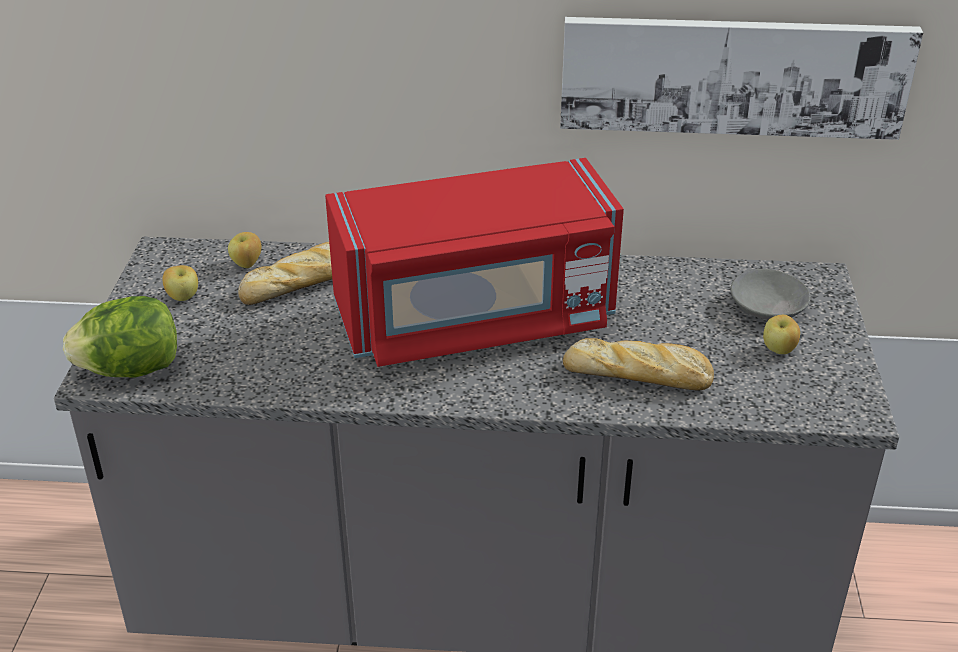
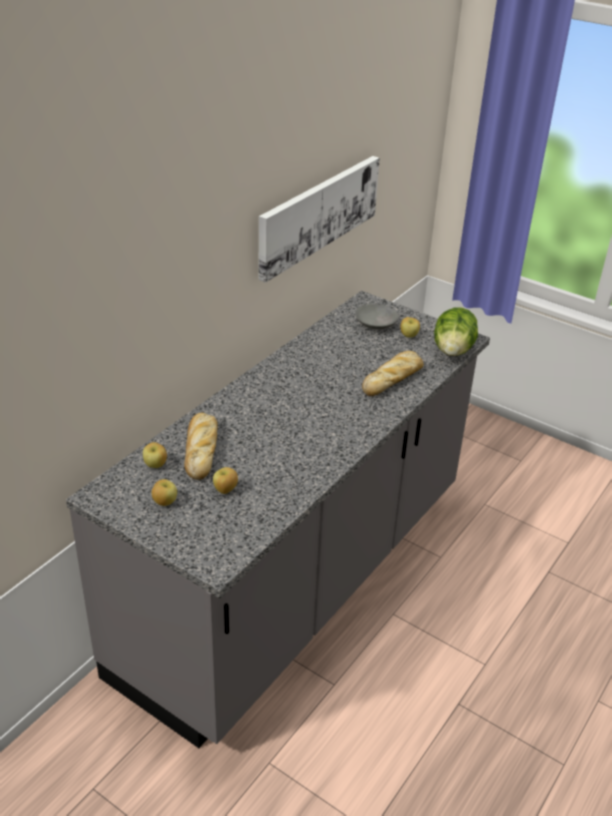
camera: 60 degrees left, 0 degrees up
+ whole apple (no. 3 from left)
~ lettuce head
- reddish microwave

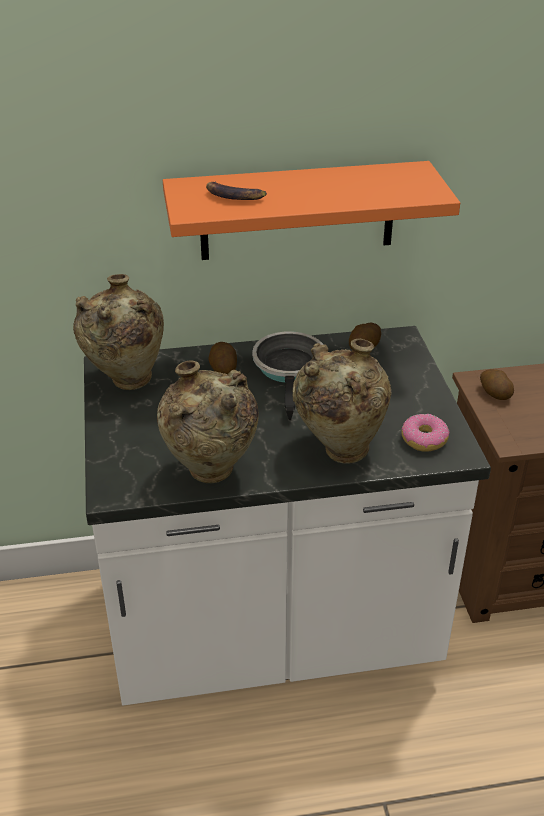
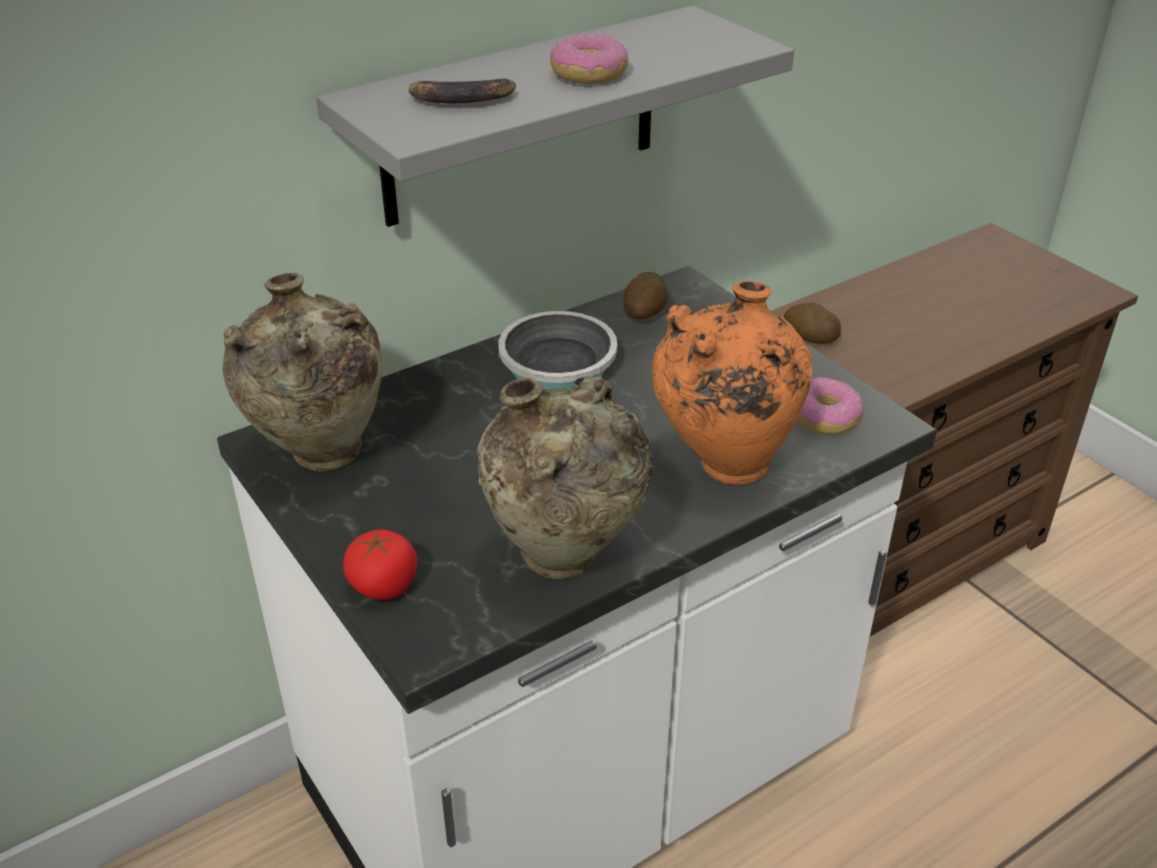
camera: 25 degrees left, 0 degrees up
~ orangey wall shelf to greyish wall shelf
+ whole tomato
+ ring doughnut (no. 1 from left)
~ beige-coloured flower vase (no. 3 from left) to orangey flower vase
- potato (no. 1 from left)

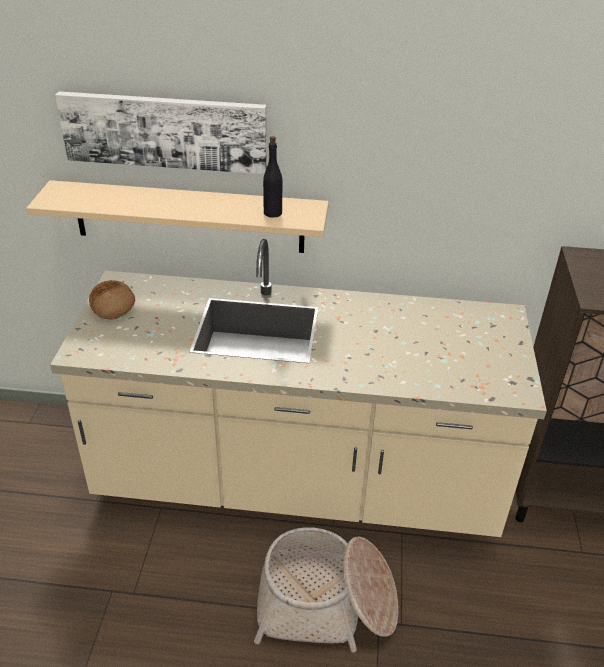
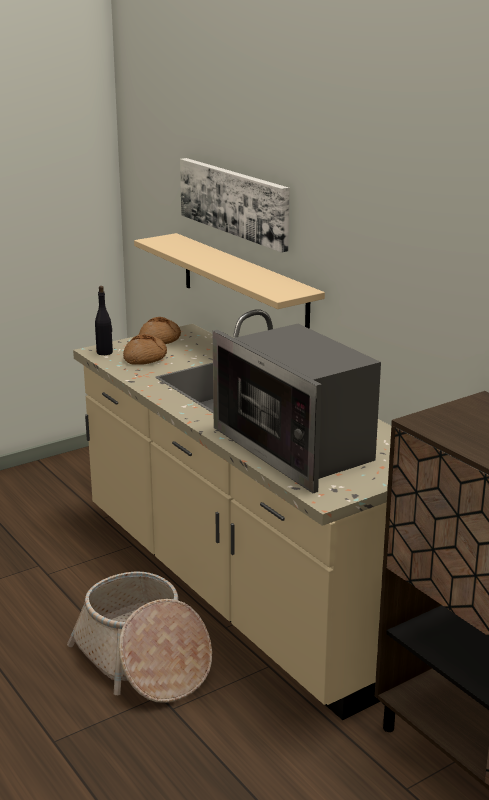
camera: 50 degrees right, 15 degrees down
~ black-coloured bottle
+ baked bread (no. 1 from left)
+ microwave

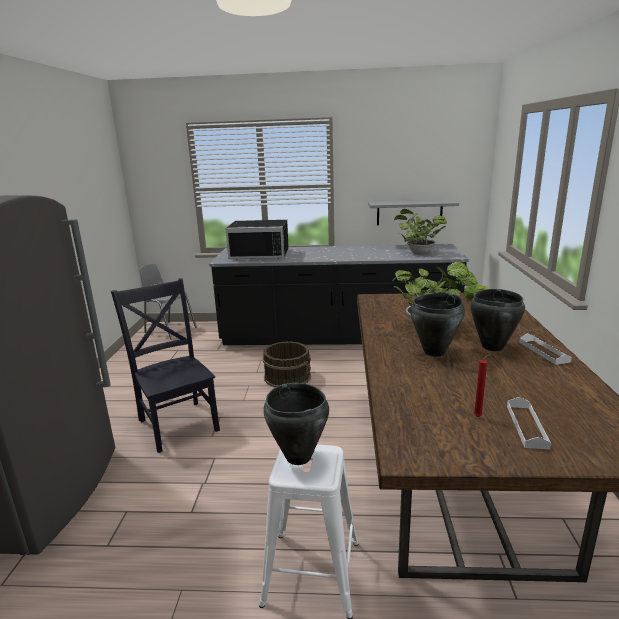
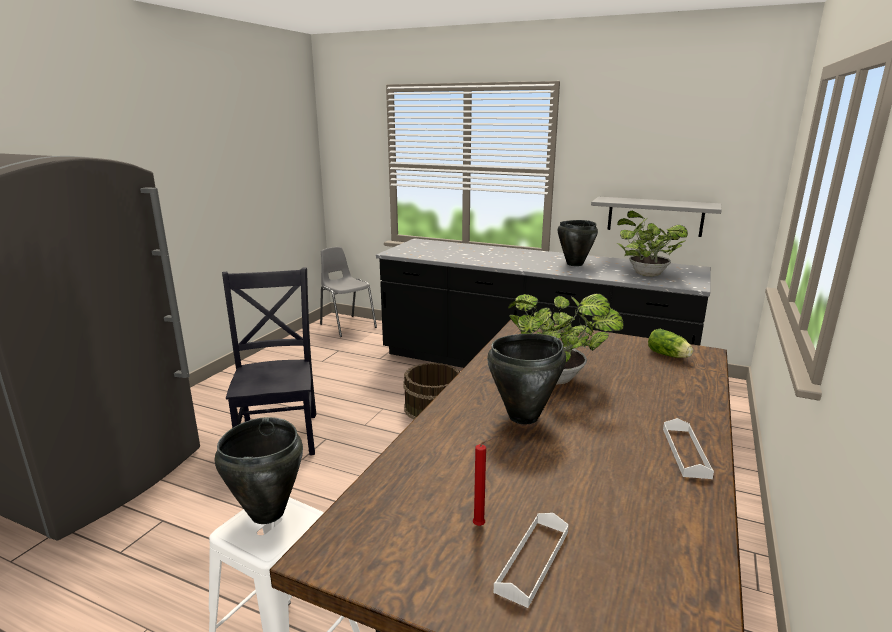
camera: 20 degrees right, 0 degrees up
~ black-coloured stockpot (no. 3 from left)
- black-coloured microwave

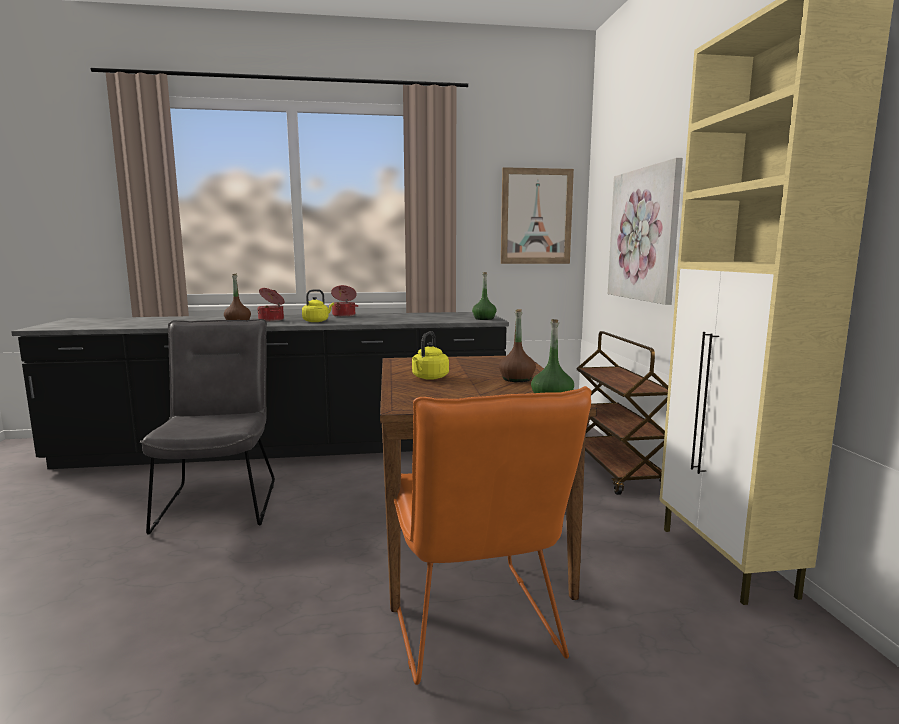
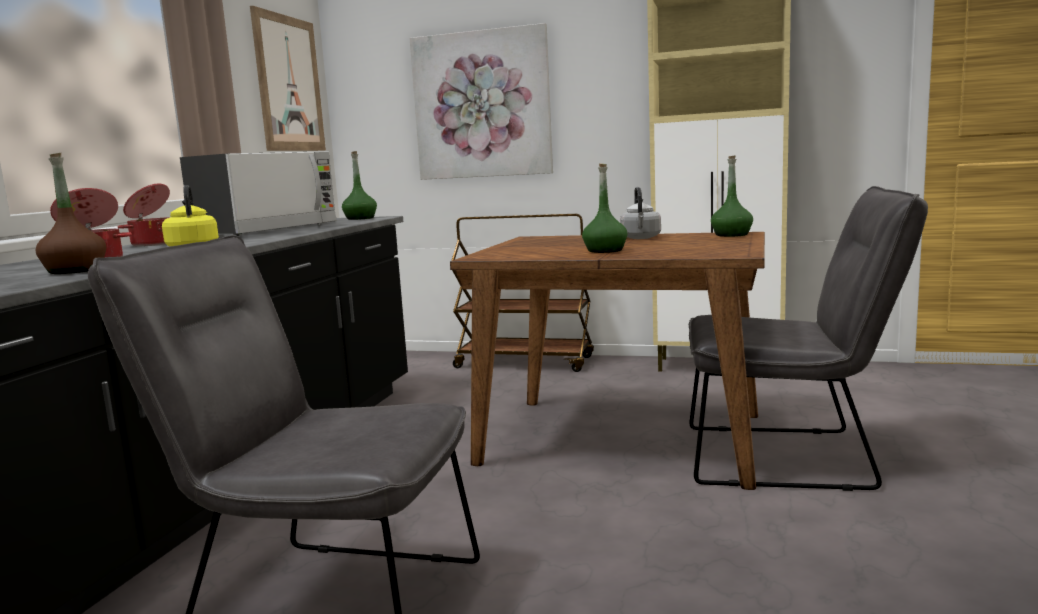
camera: 65 degrees left, 0 degrees up
+ microwave
~ yellow-coloured tea kettle (no. 2 from left) to green bottle (no. 2 from left)
~ brown-coloured bottle (no. 2 from left) to greyish tea kettle
~ orangey chair to greyish chair (no. 2 from left)

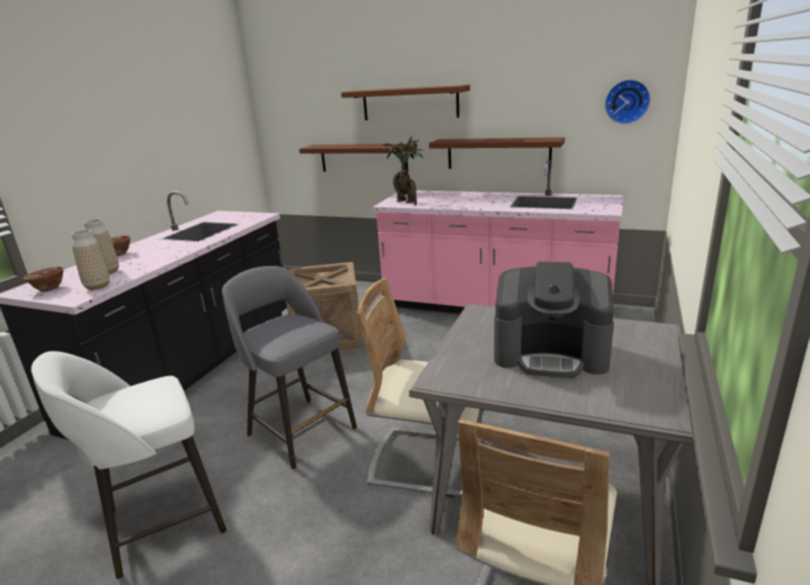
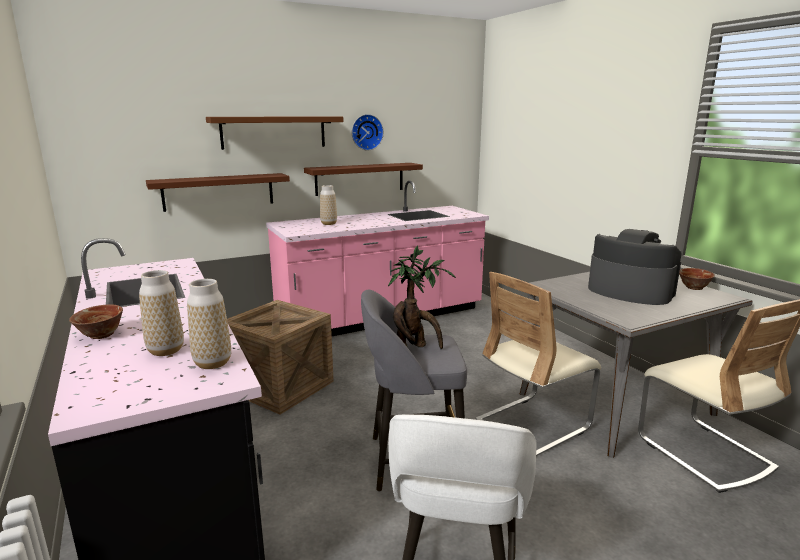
camera: 50 degrees left, 5 degrees down
+ flower vase (no. 3 from left)
~ hanging clock
~ potted plant
~ coffee brewer 105 degrees counterclockwise
~ bowl (no. 1 from left in the first image) to bowl (no. 2 from left)

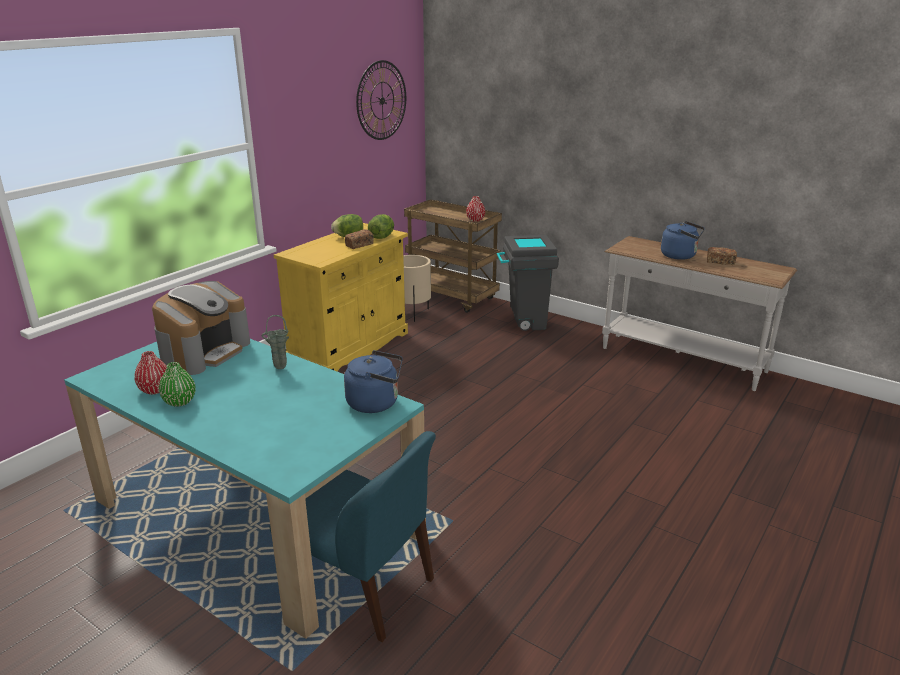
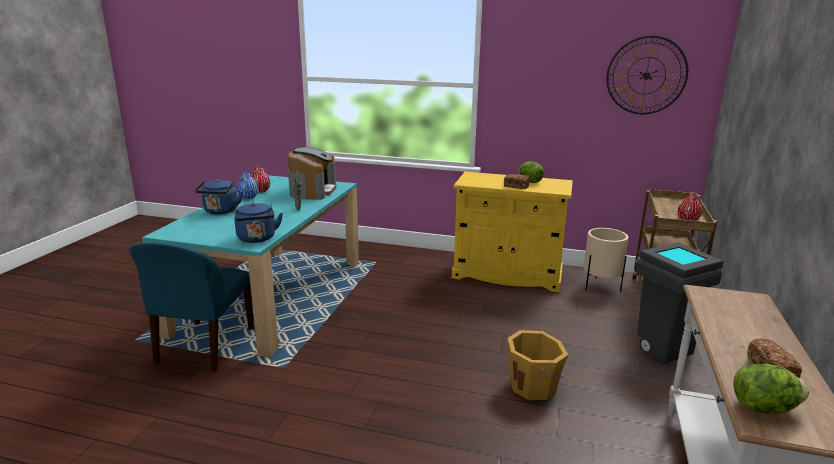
camera: 70 degrees right, 5 degrees down
~ blue-coloured tea kettle (no. 2 from left in the first image) to blue-coloured tea kettle (no. 1 from left)
~ green flower vase (no. 1 from left) to blue-coloured flower vase
~ coffee brewer 90 degrees counterclockwise
+ orangey pail
~ lettuce head (no. 2 from left)

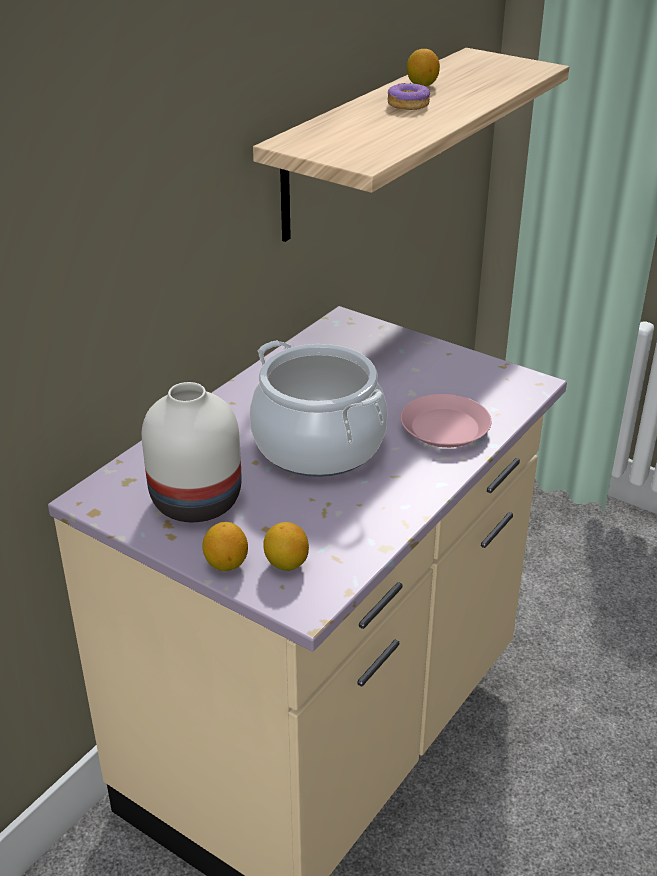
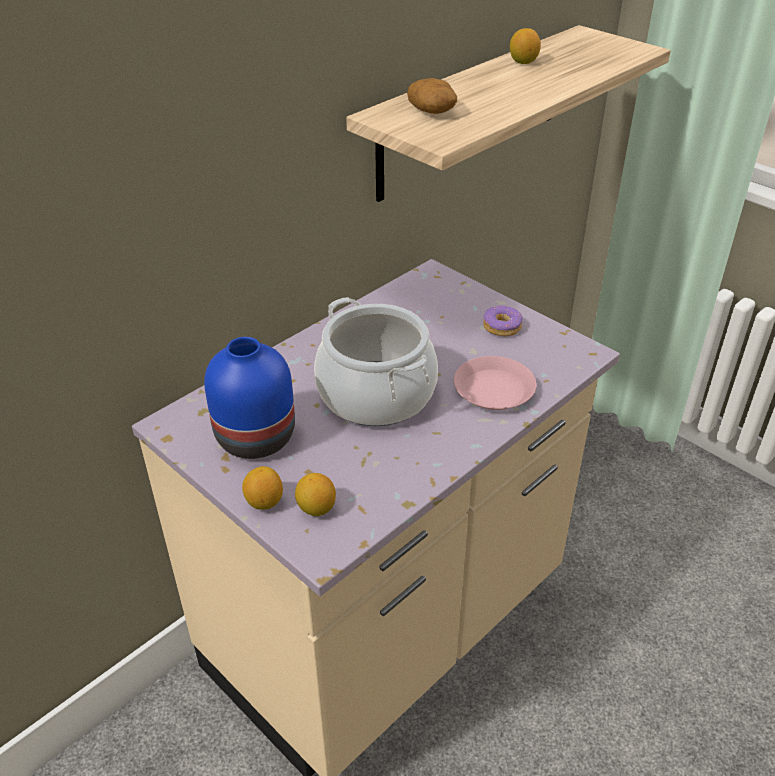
camera: 10 degrees right, 5 degrees up
~ whitish flower vase to blue-coloured flower vase
+ potato
~ ring doughnut

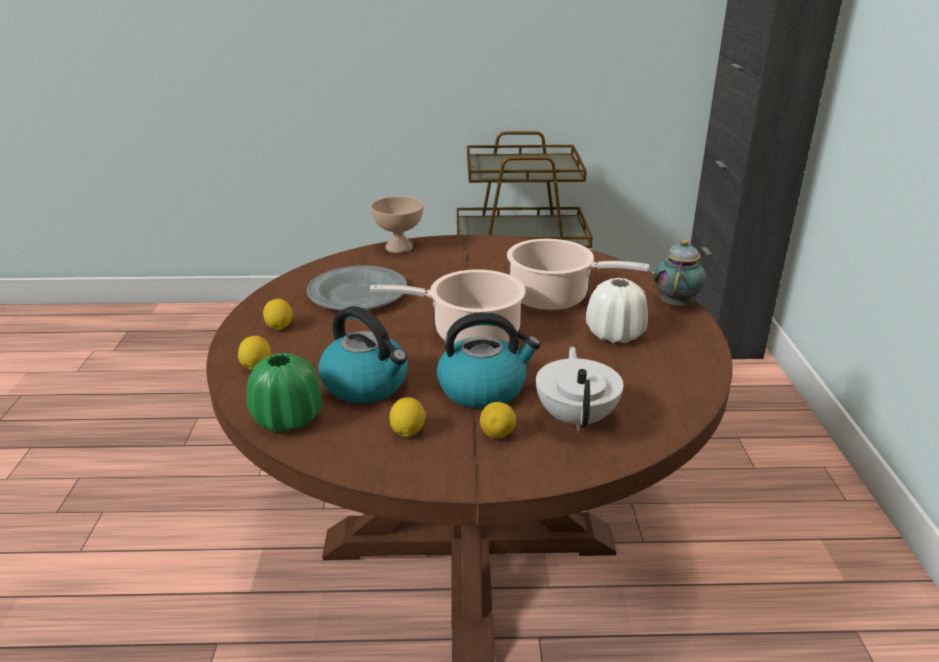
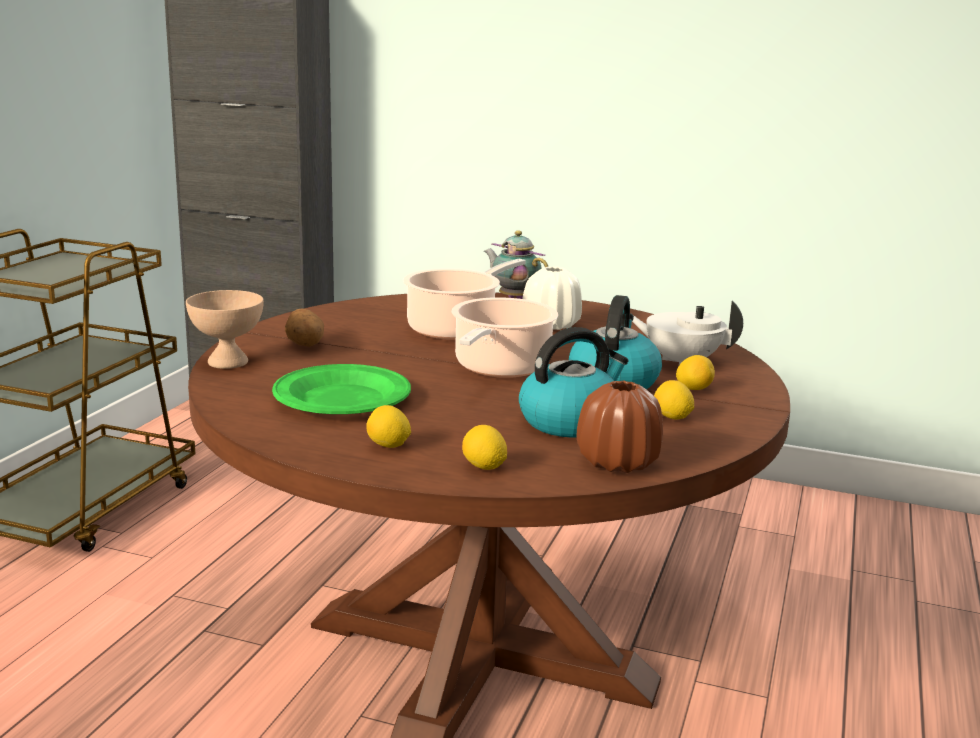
camera: 70 degrees left, 10 degrees down
~ greyish plate to green plate
+ potato
~ green flower vase to brown-coloured flower vase

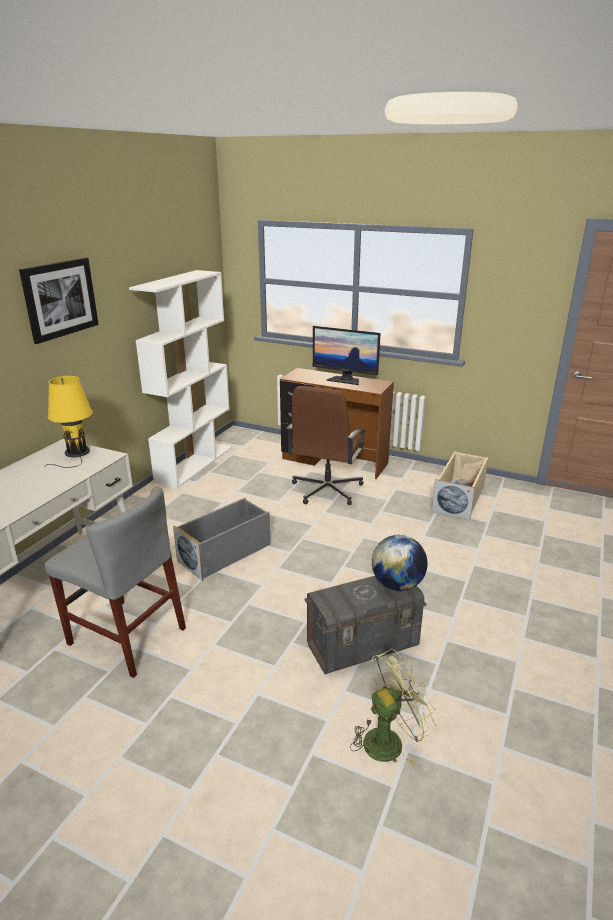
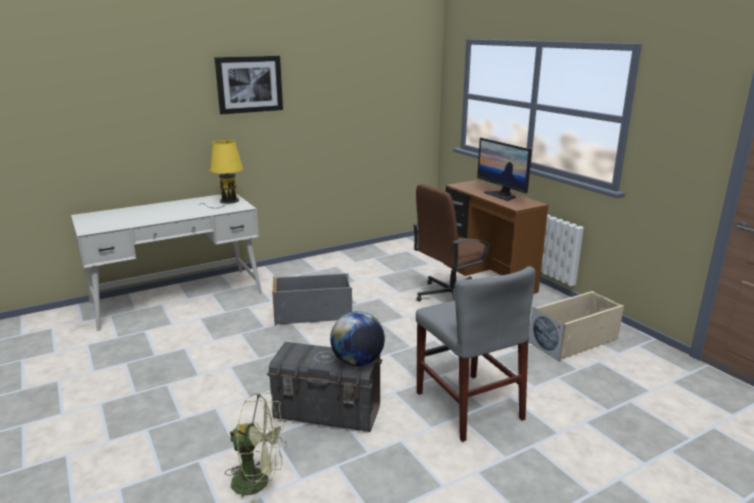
camera: 35 degrees right, 5 degrees down
~ greyish chair
- whitish bookcase

